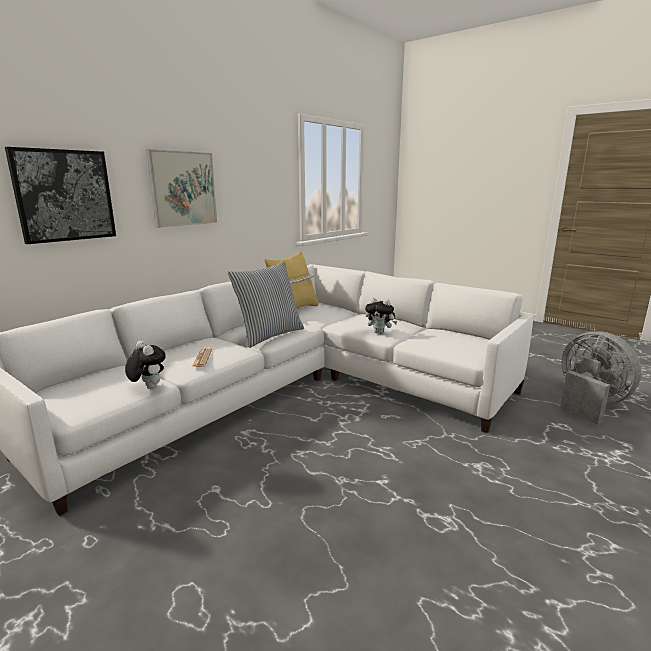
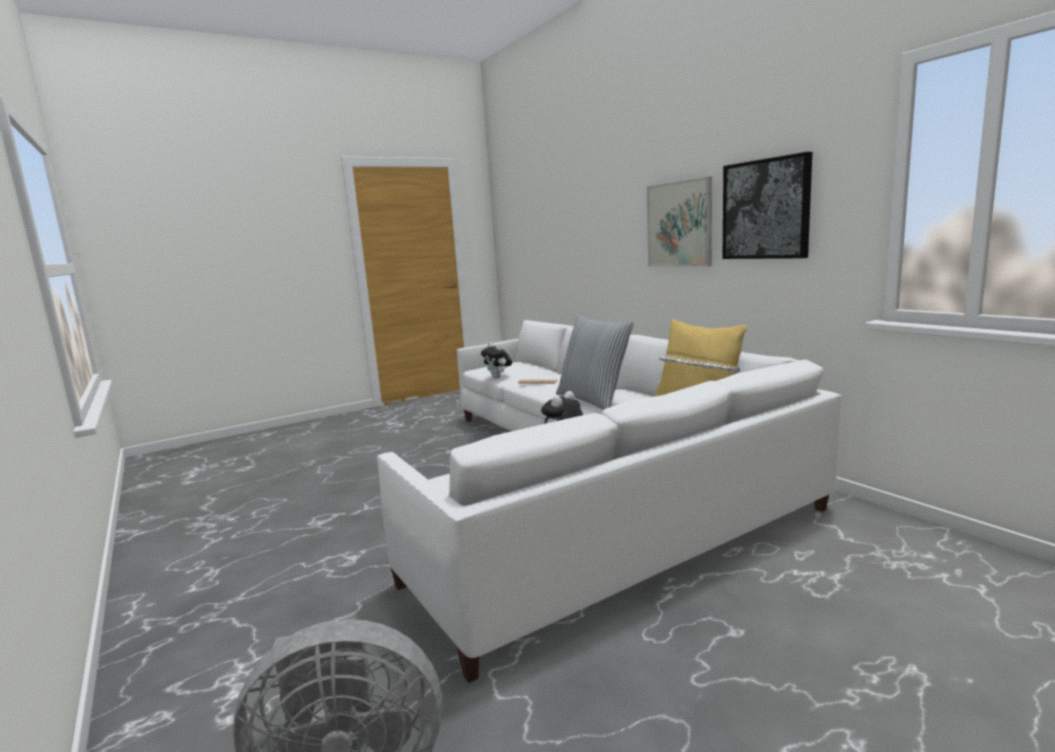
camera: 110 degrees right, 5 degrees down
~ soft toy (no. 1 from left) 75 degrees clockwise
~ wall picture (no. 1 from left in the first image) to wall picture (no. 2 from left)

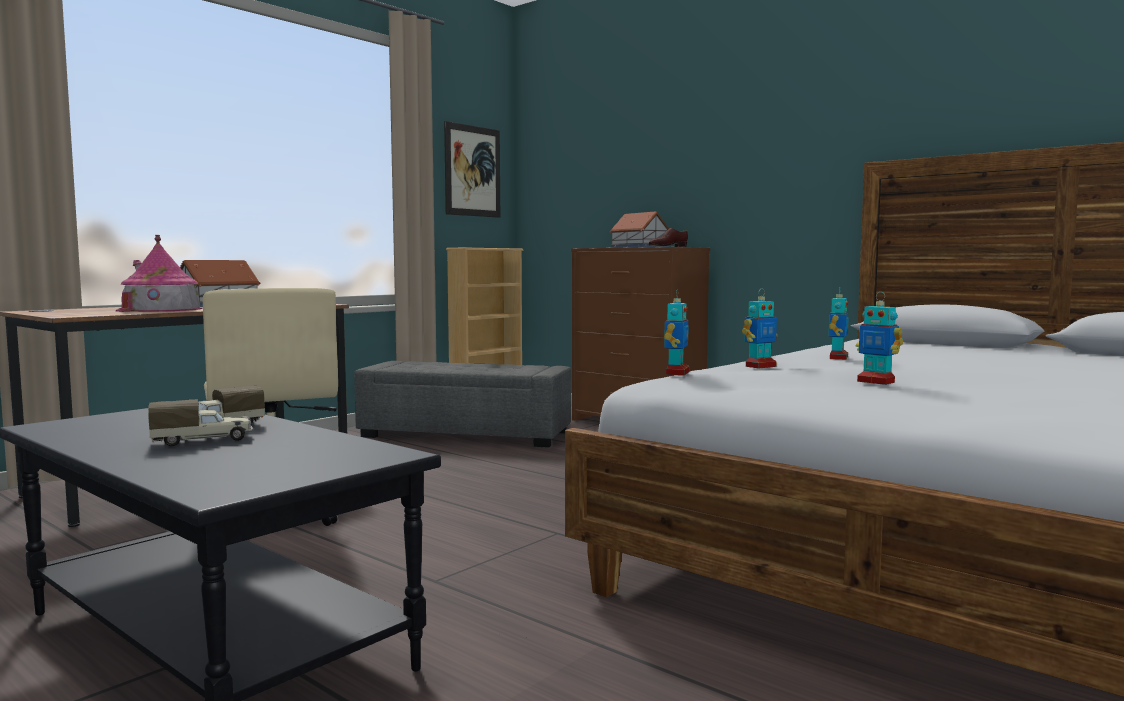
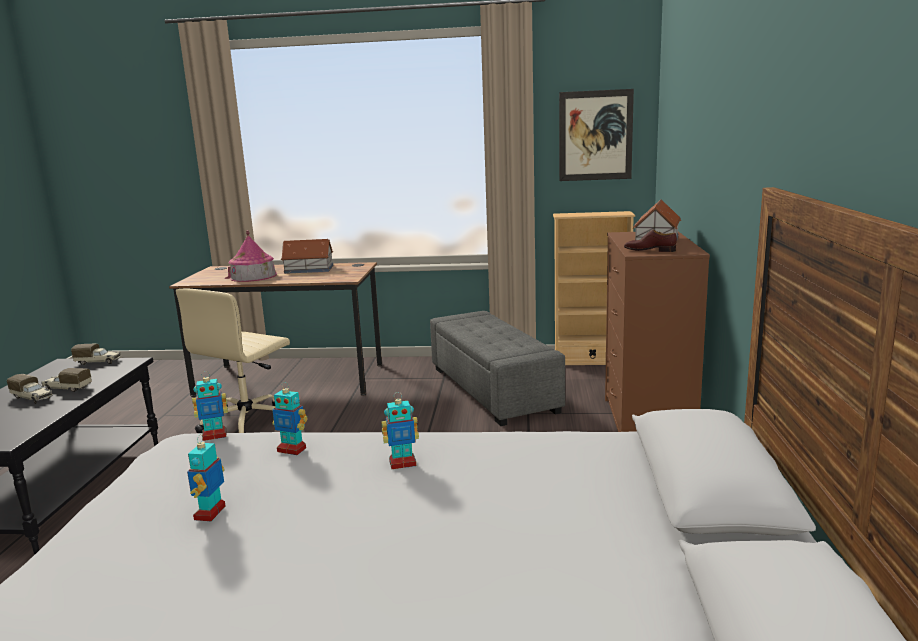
camera: 55 degrees right, 10 degrees up
+ toy truck (no. 3 from left)

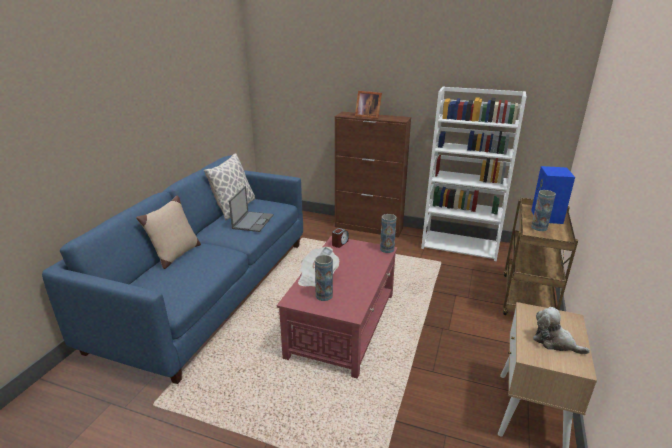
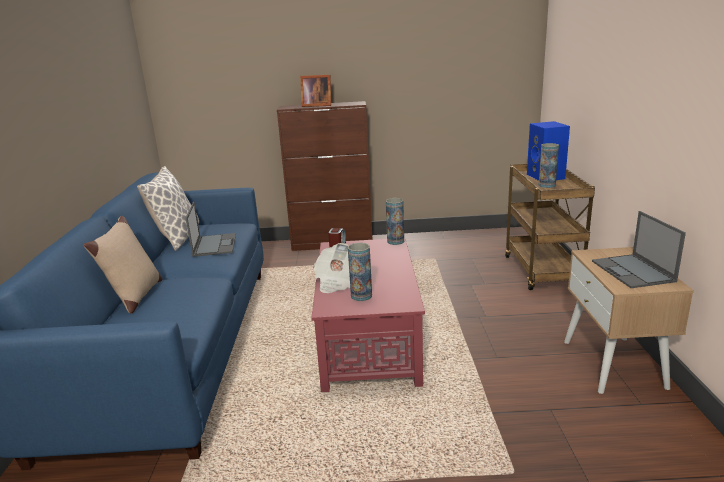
camera: 20 degrees left, 5 degrees down
~ soft toy to portable computer (no. 2 from left)
- whitish bookcase

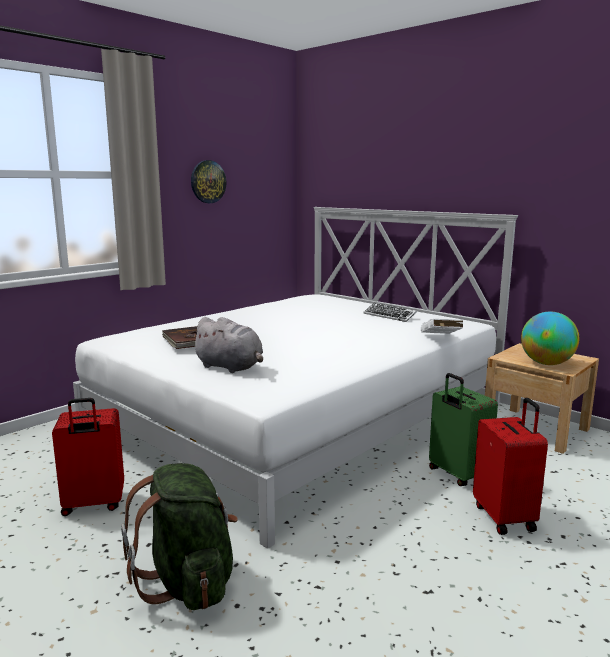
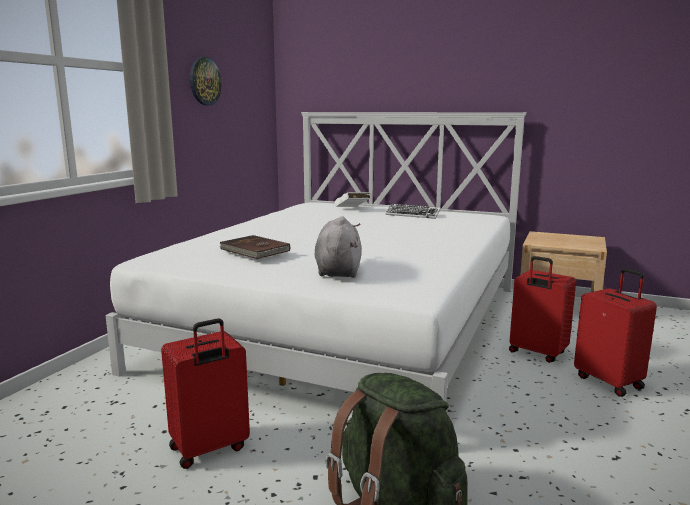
camera: 20 degrees left, 0 degrees up
~ greyish soft toy 105 degrees counterclockwise
~ whitish bound book
~ green travel case to reddish travel case (no. 2 from left)
- world globe

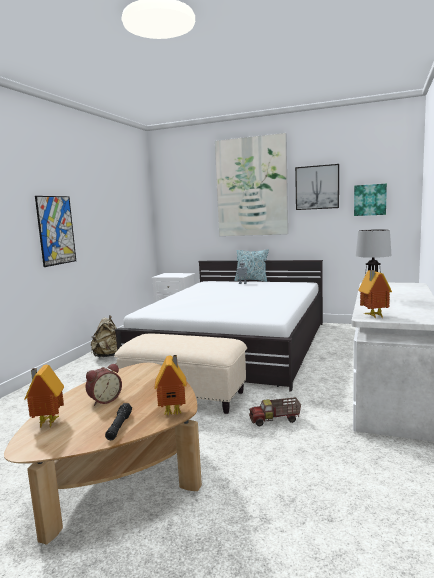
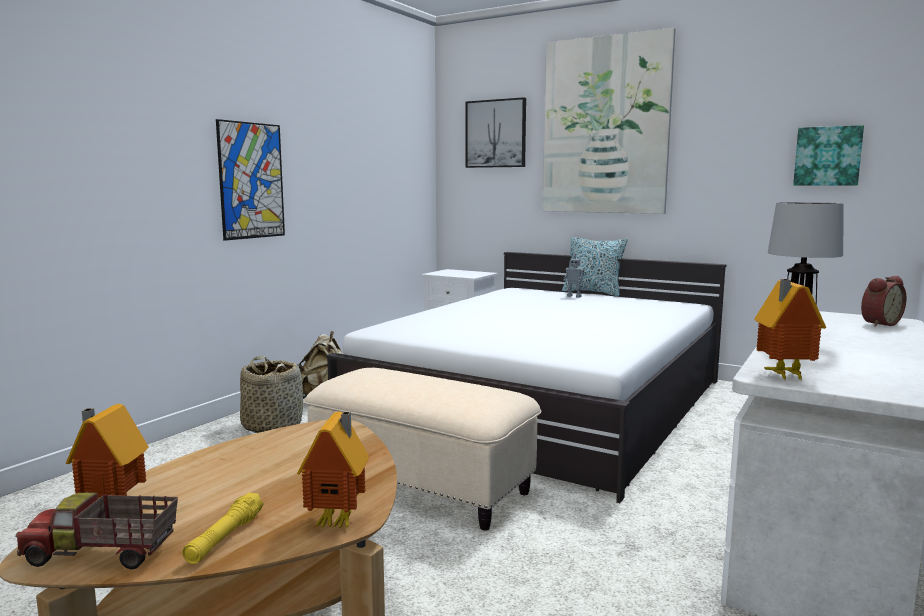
camera: 10 degrees right, 0 degrees up
~ toy truck
~ black-coloured torch to yellow-coloured torch
+ storage basket
~ wall picture (no. 3 from left in the first image) to wall picture (no. 2 from left)
~ bedside clock

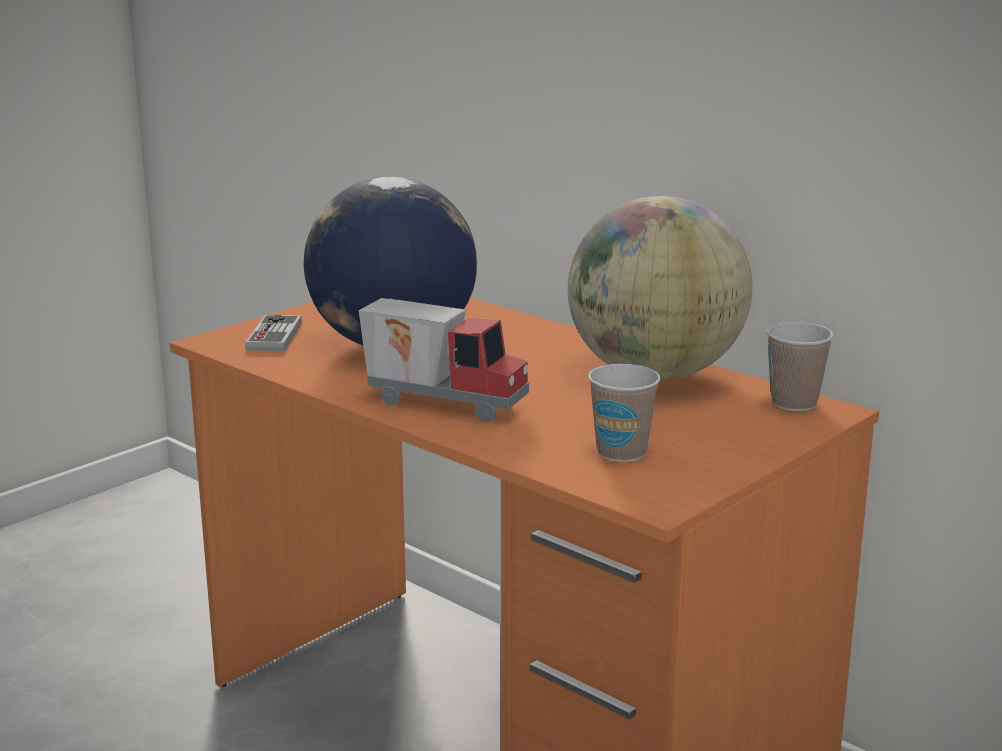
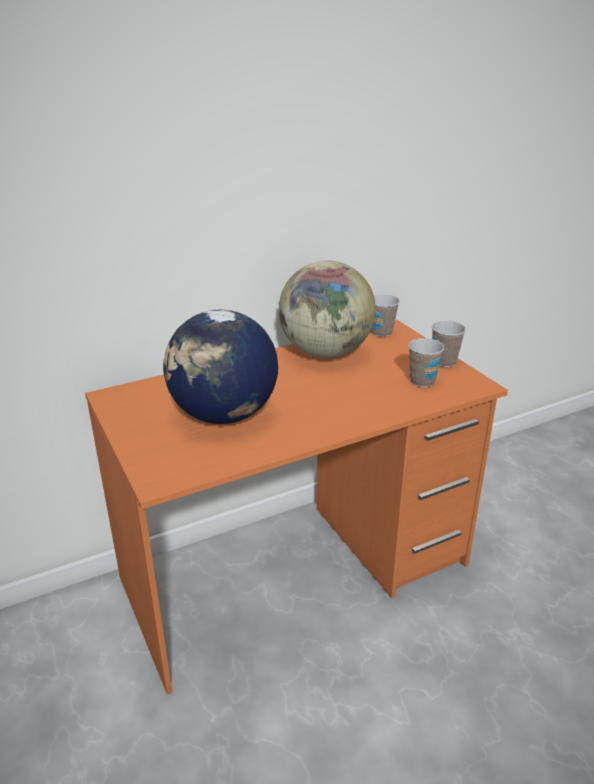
camera: 70 degrees left, 10 degrees up
+ drinking cup (no. 3 from left)
- game controller
- toy truck

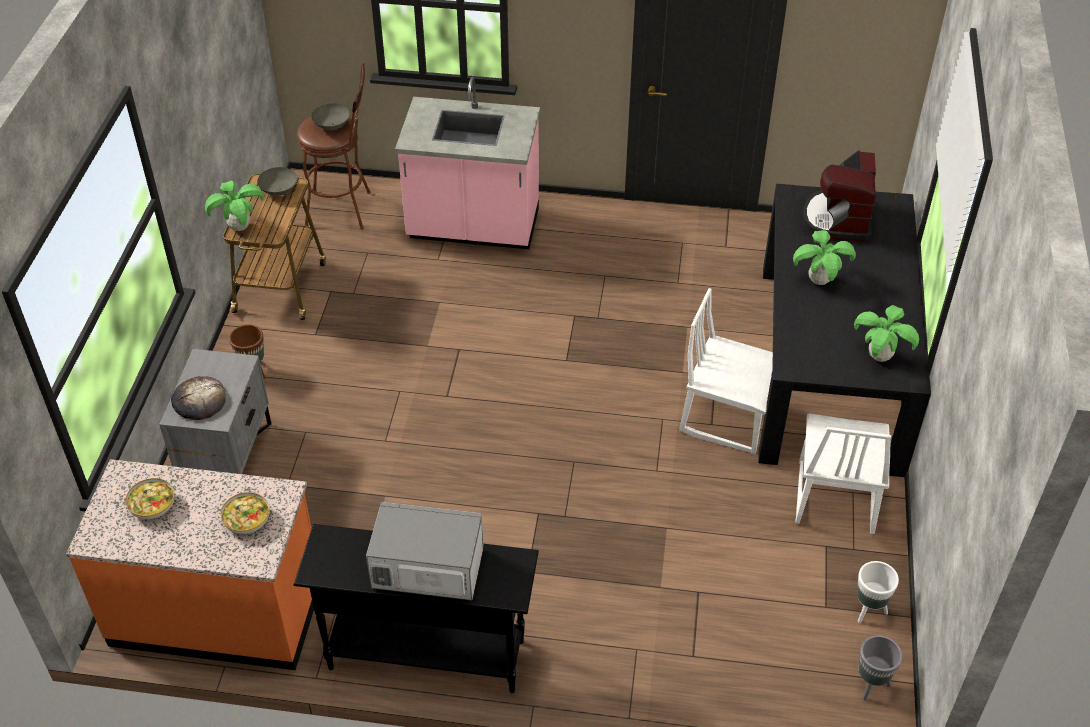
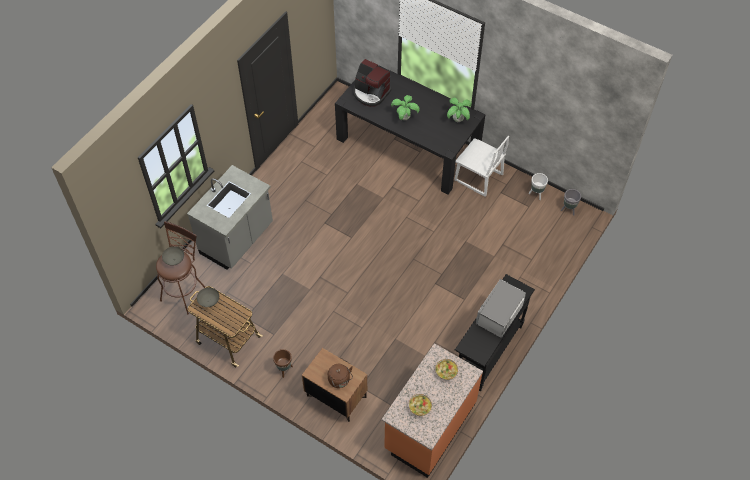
camera: 65 degrees left, 10 degrees up
~ pink-coloured kitchen base unit to greyish kitchen base unit
~ greyish bedside table to brown-coloured bedside table
~ baked bread to brown-coloured tea kettle
- potted plant (no. 1 from left)
- whitish chair (no. 1 from left)

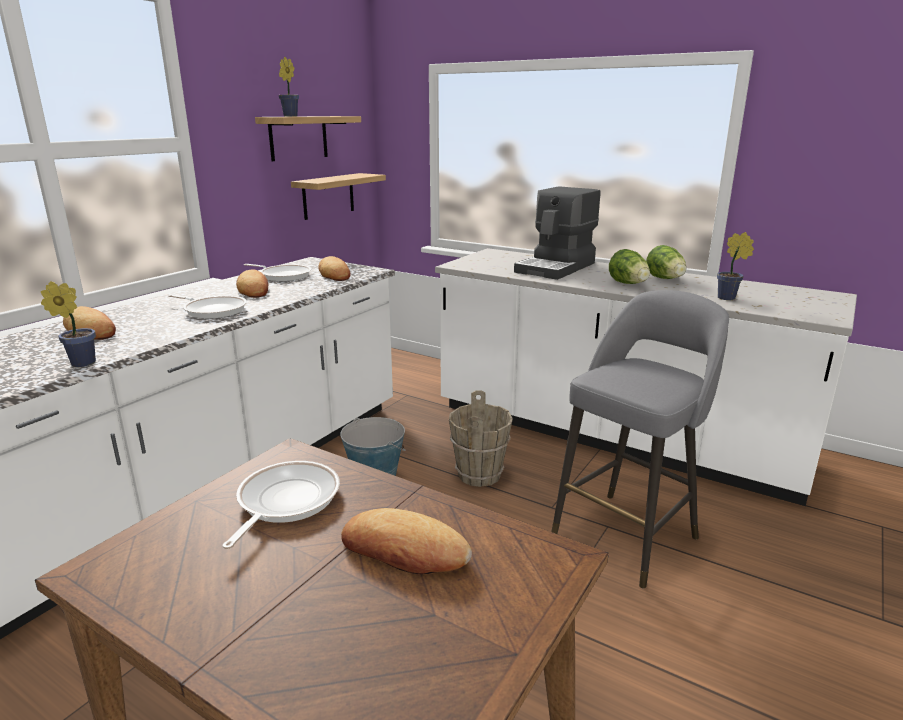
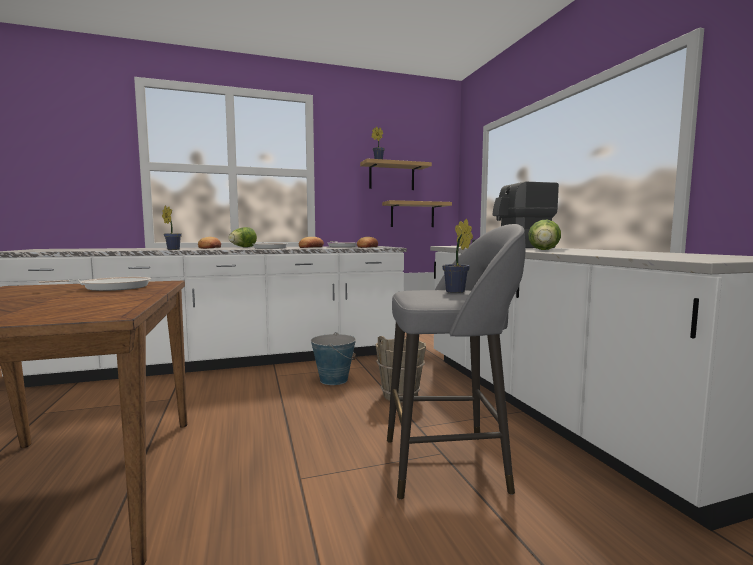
camera: 40 degrees right, 15 degrees down
~ lettuce head (no. 2 from left in the first image) to lettuce head (no. 1 from left)
~ potted plant (no. 3 from left)
- baked bread (no. 4 from left)

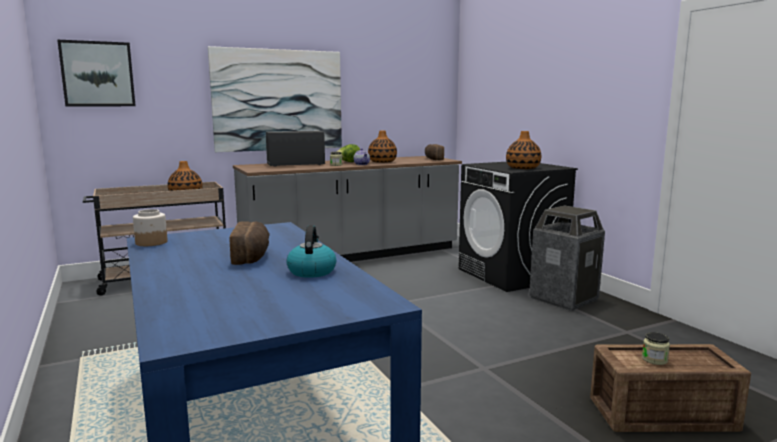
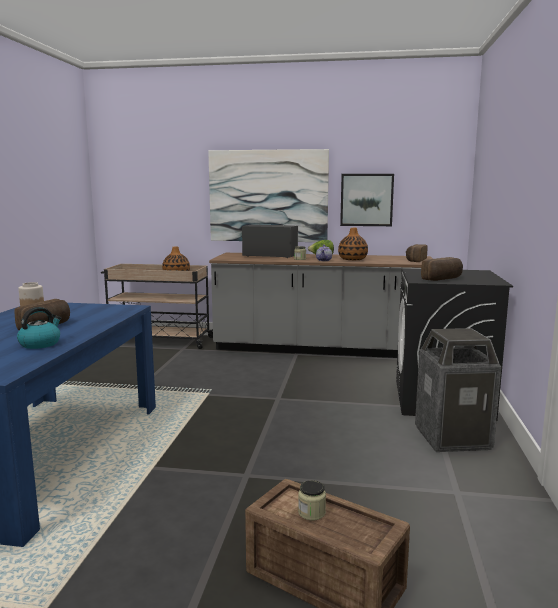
camera: 35 degrees right, 0 degrees up
~ wall picture (no. 1 from left in the first image) to wall picture (no. 2 from left)
~ flower vase (no. 3 from left) to baked bread (no. 3 from left)

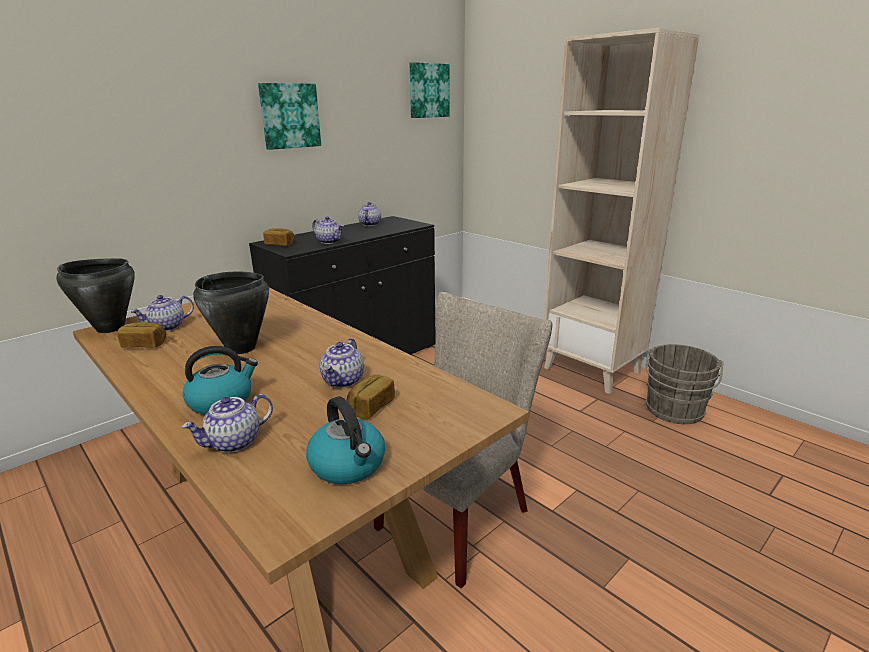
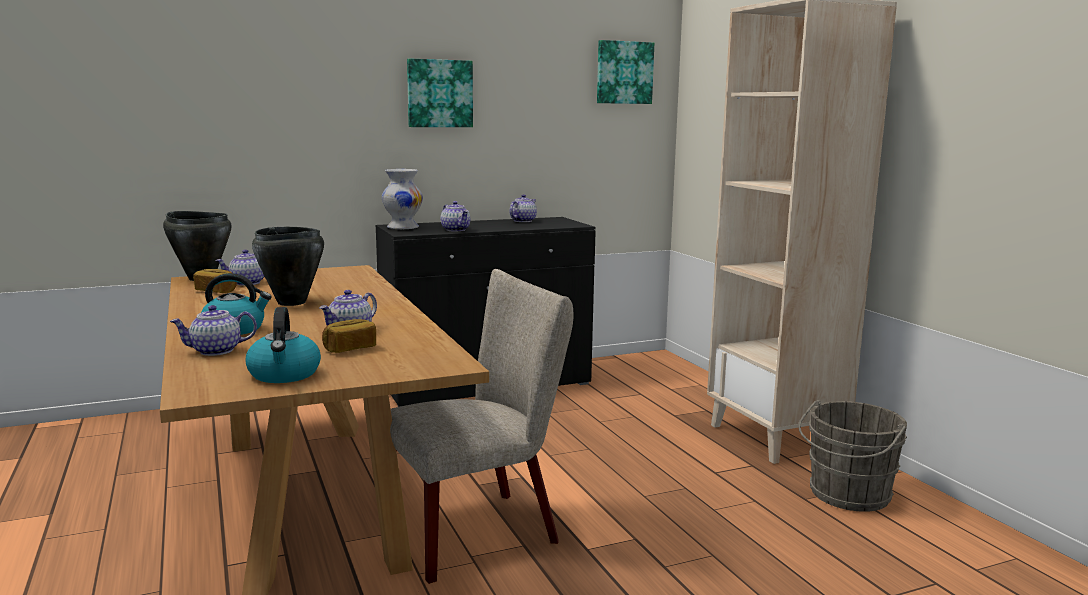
camera: 20 degrees right, 10 degrees down
~ baked bread (no. 2 from left) to whitish flower vase

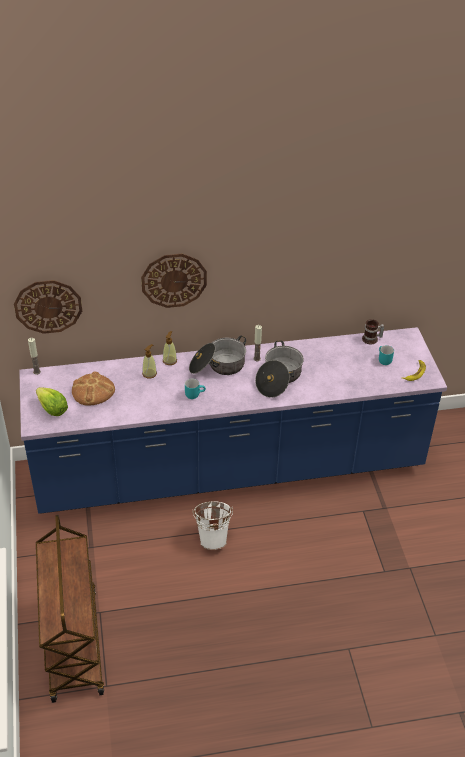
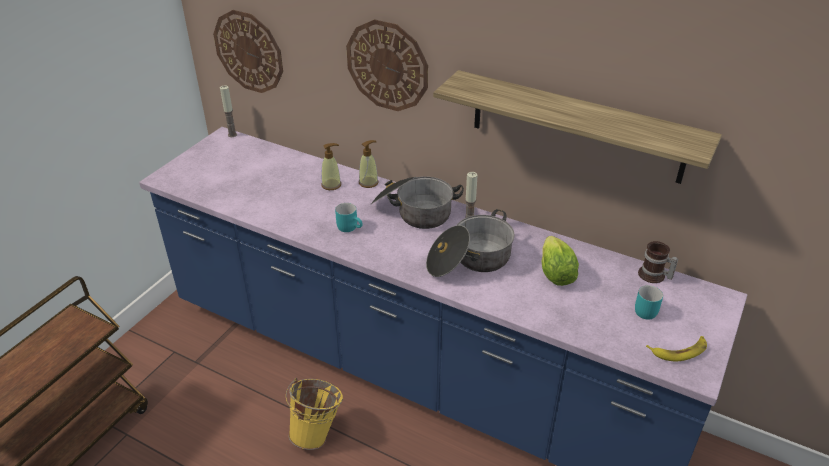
camera: 40 degrees right, 5 degrees down
~ whitish pail to yellow-coloured pail
+ wall shelf
~ lettuce head
- baked bread

